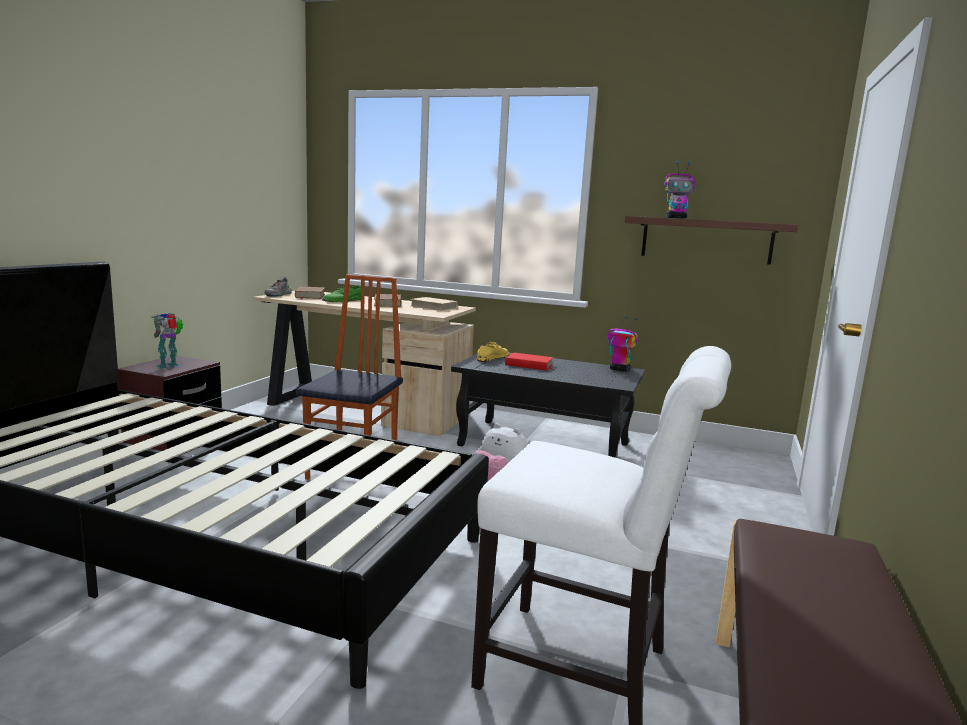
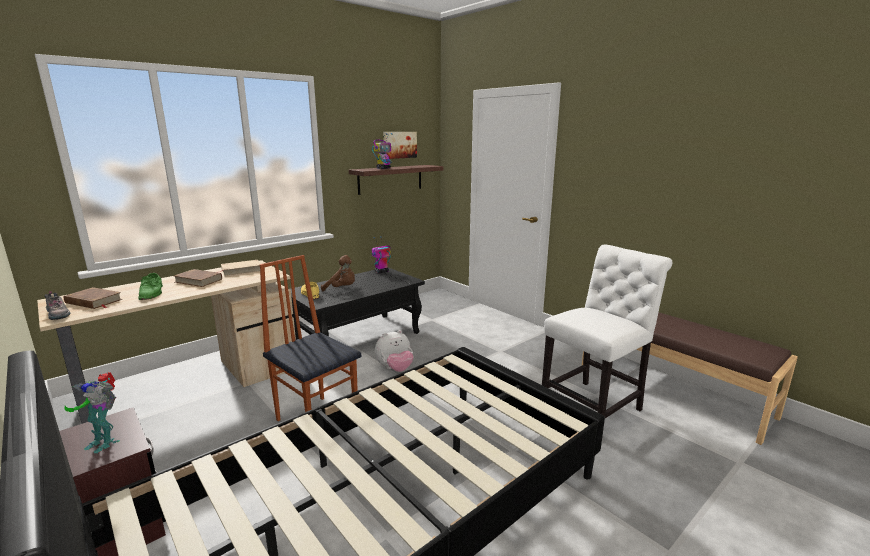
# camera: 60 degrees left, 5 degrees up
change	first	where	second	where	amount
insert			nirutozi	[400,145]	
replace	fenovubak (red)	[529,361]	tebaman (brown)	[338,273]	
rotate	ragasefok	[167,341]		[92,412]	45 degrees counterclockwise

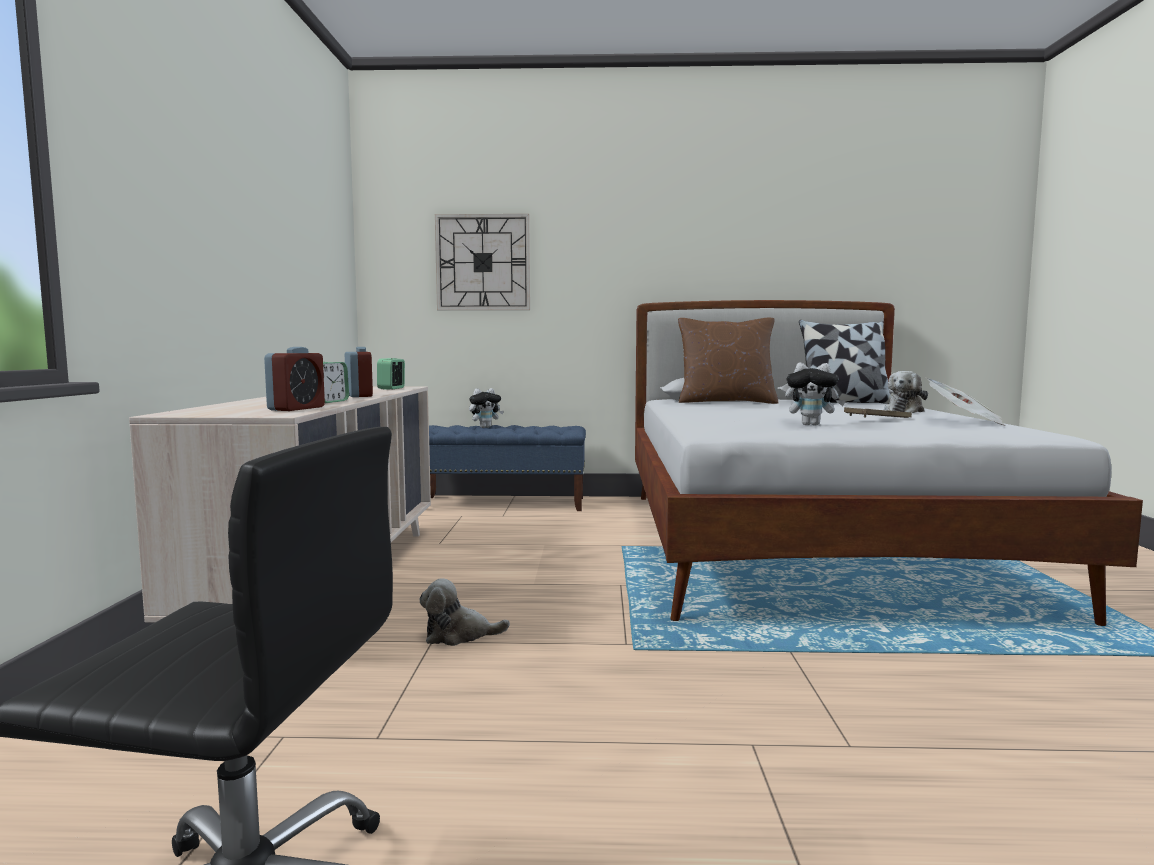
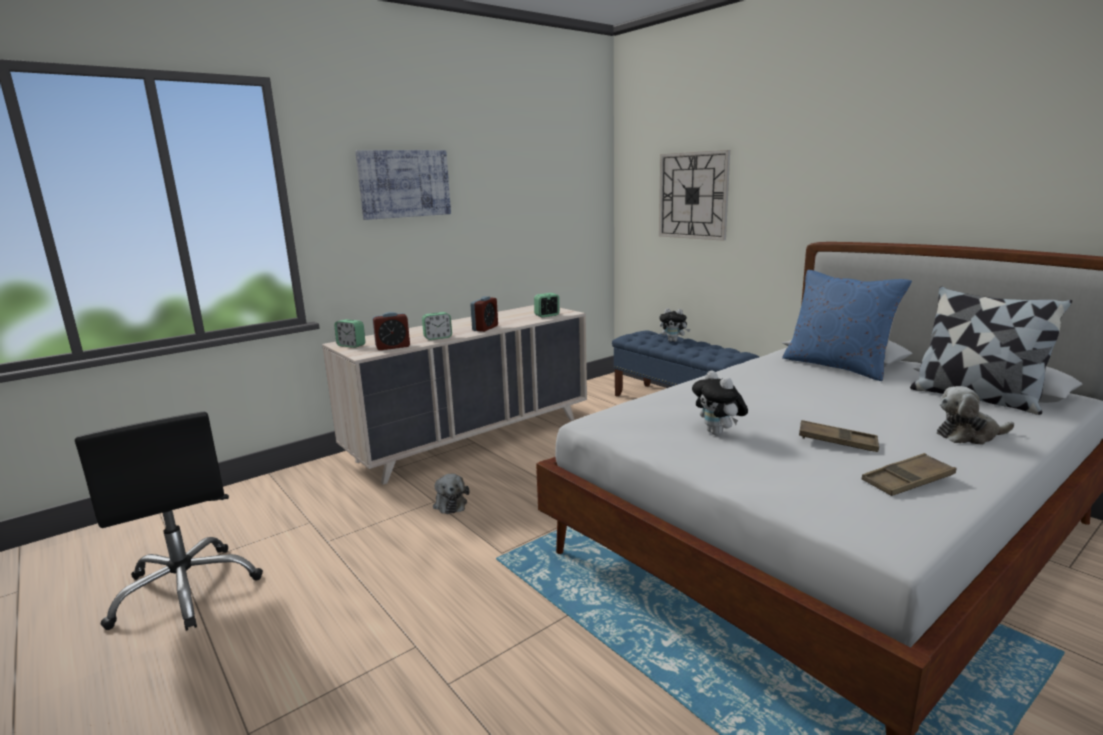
# camera: 50 degrees right, 10 degrees up
change	first	where	second	where	amount
insert			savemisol	[349,333]	
insert			nirutozi	[403,185]	
replace	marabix	[965,402]	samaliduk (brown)	[909,474]	
recolor	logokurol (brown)	[728,361]	logokurol (blue)	[847,325]	
rotate	tebaman	[465,612]		[451,494]	150 degrees counterclockwise

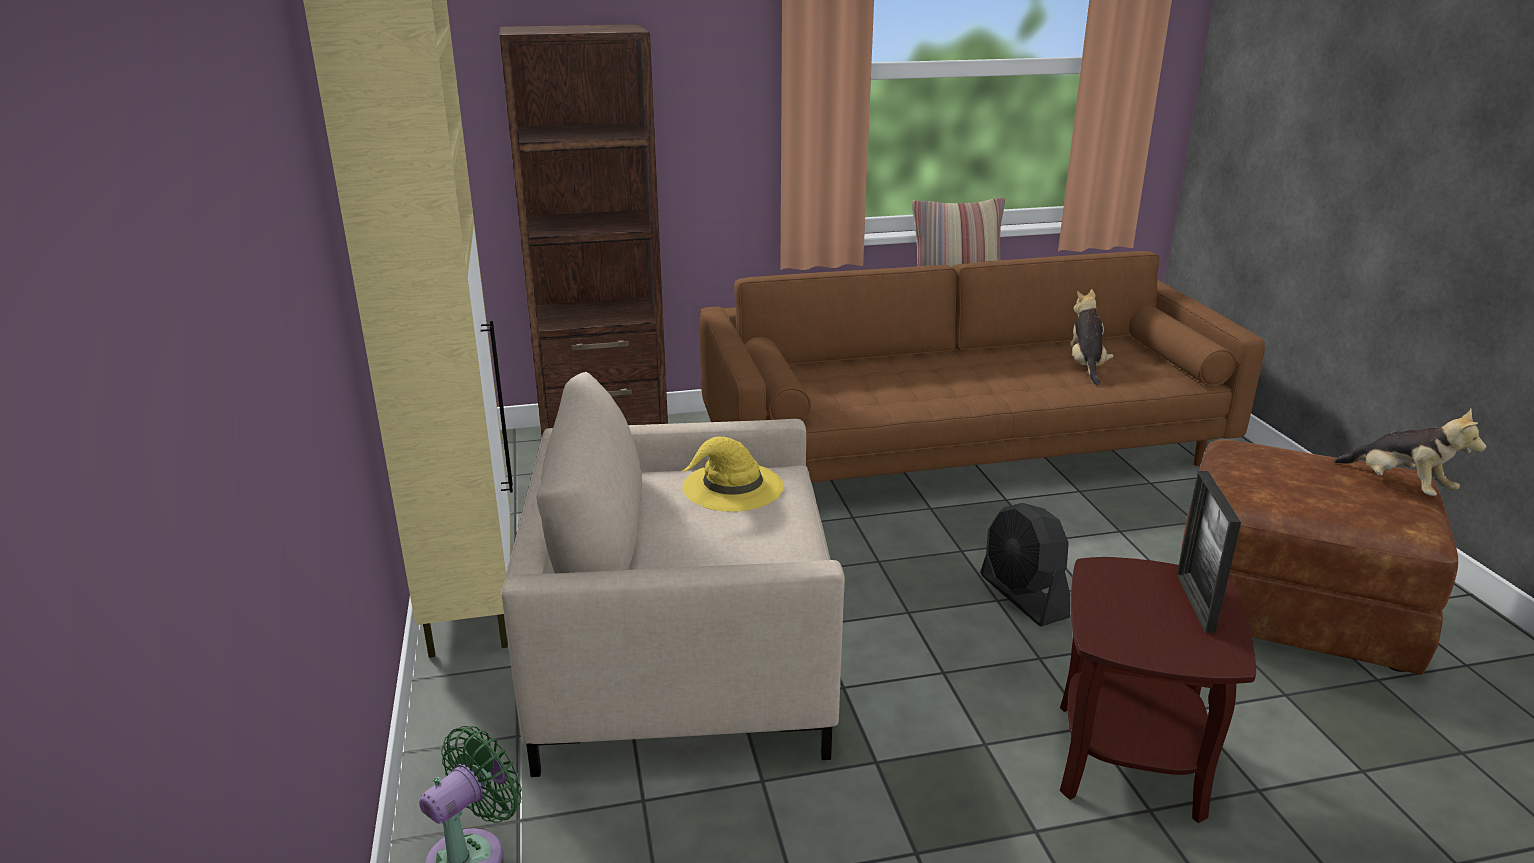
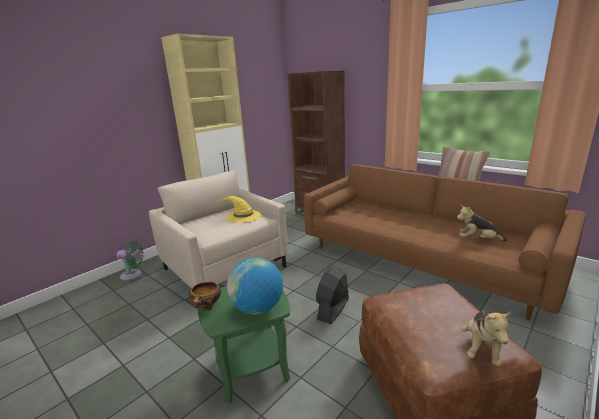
# camera: 55 degrees right, 5 degrees down
change	first	where	second	where	amount
insert			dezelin	[205,296]	
replace	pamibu	[1209,552]	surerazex	[255,286]	
recolor	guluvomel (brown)	[1158,690]	guluvomel (green)	[244,344]	
rotate	tebaman	[1091,337]		[482,223]	135 degrees counterclockwise

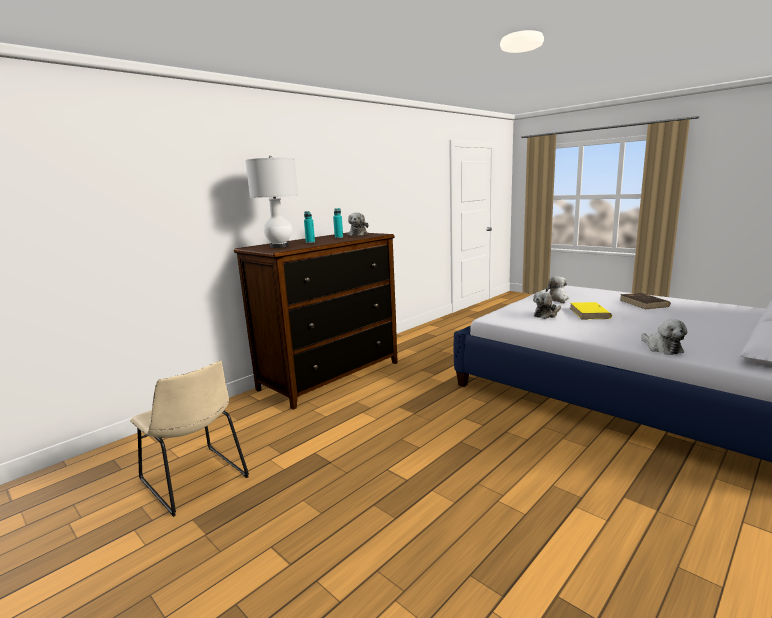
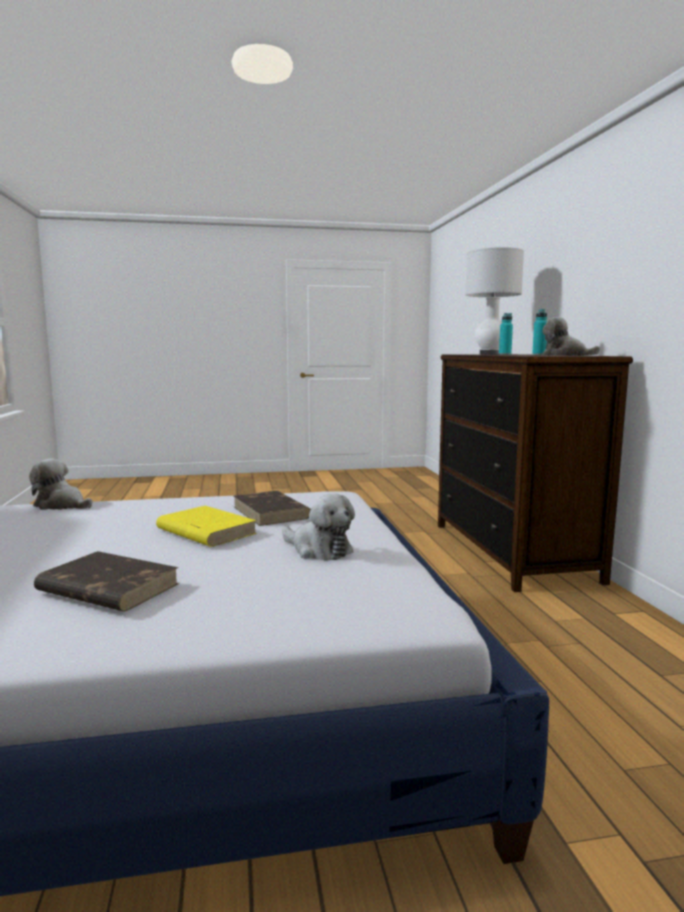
# camera: 125 degrees right, 5 degrees down
change	first	where	second	where	amount
delete	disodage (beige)	[189,438]			
replace	tebaman	[547,305]	fenovubak (brown)	[272,508]	

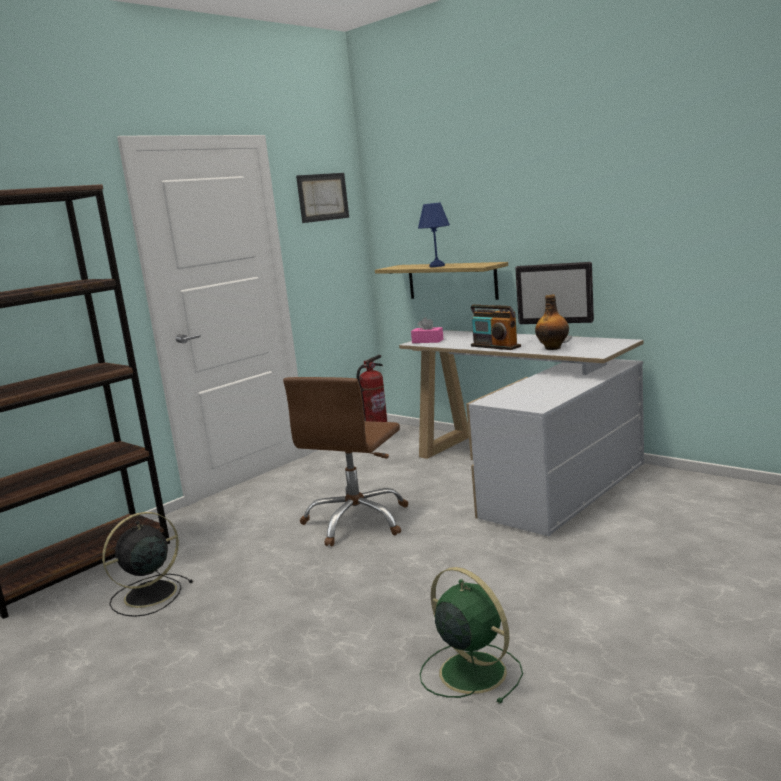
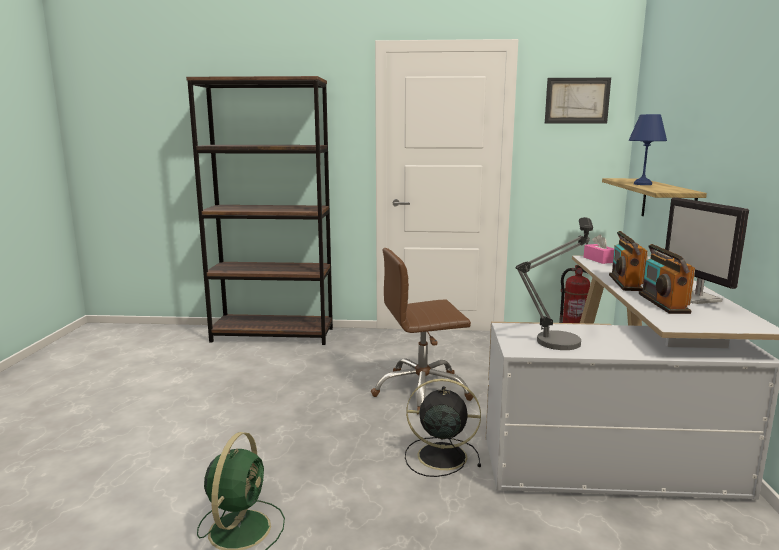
# camera: 50 degrees right, 0 degrees up
change	first	where	second	where	amount
insert			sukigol	[554,283]	
move	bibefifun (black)	[147,564]		[443,427]	
replace	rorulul	[552,322]	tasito	[667,279]	

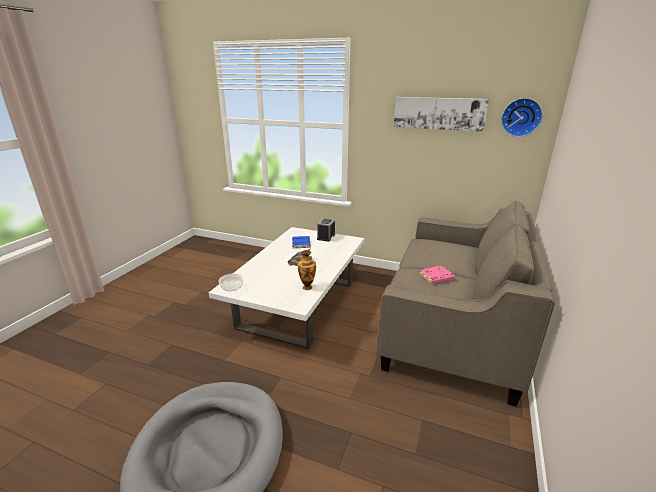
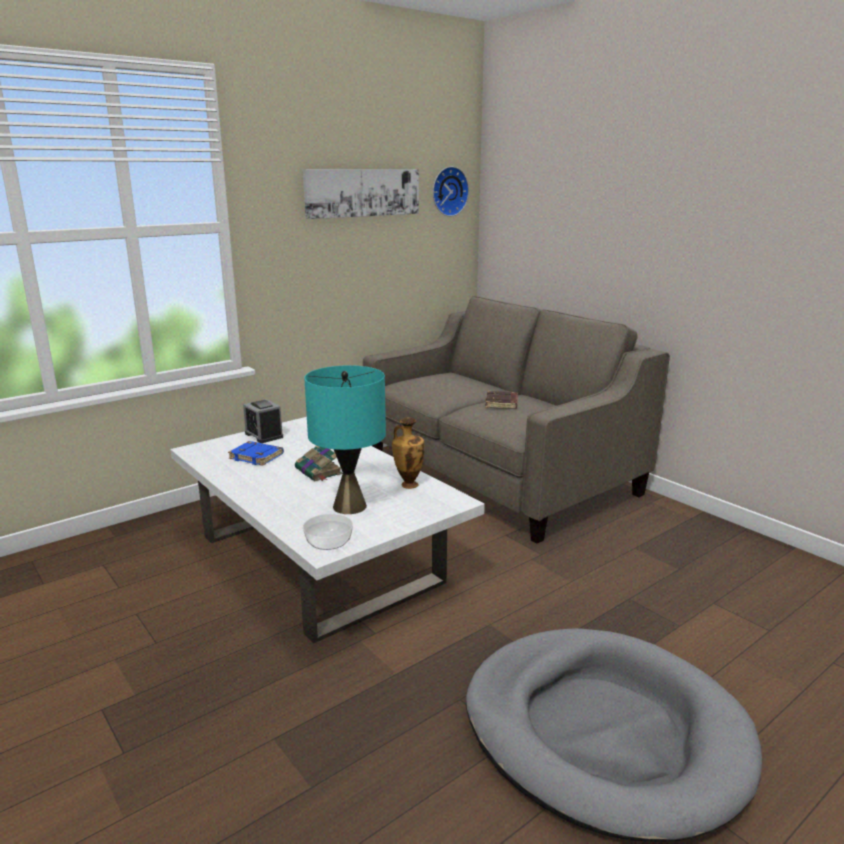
# camera: 60 degrees left, 5 degrees down
change	first	where	second	where	amount
insert			sukigol (turquoise)	[345,439]	
recolor	fenovubak (pink)	[437,275]	fenovubak (brown)	[501,400]	

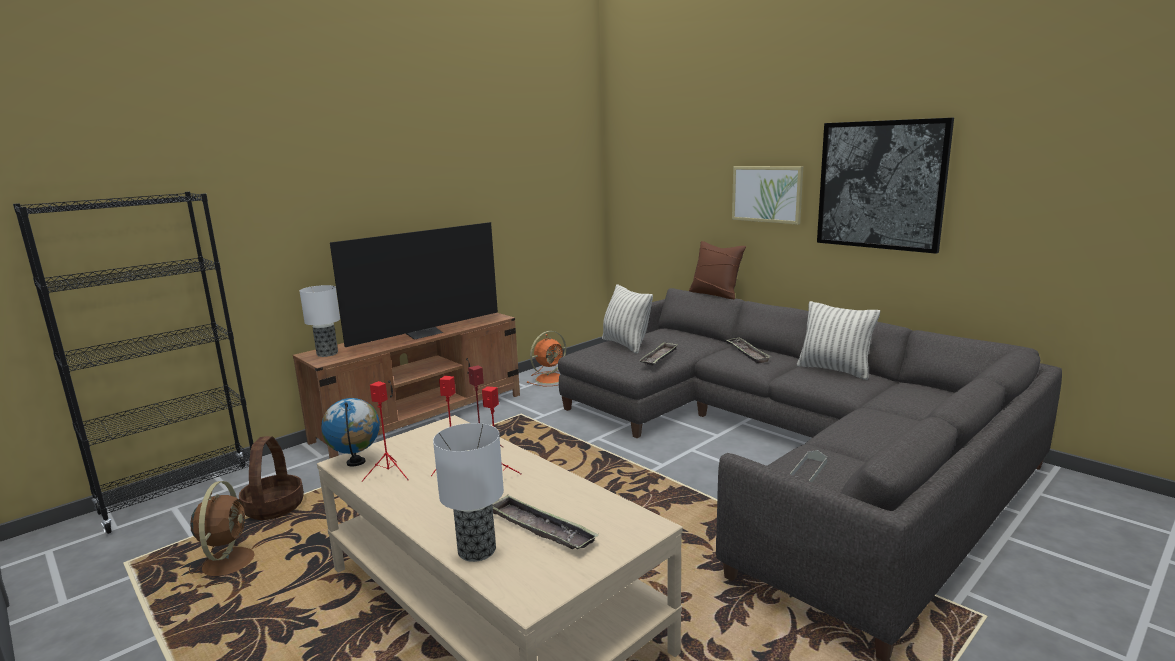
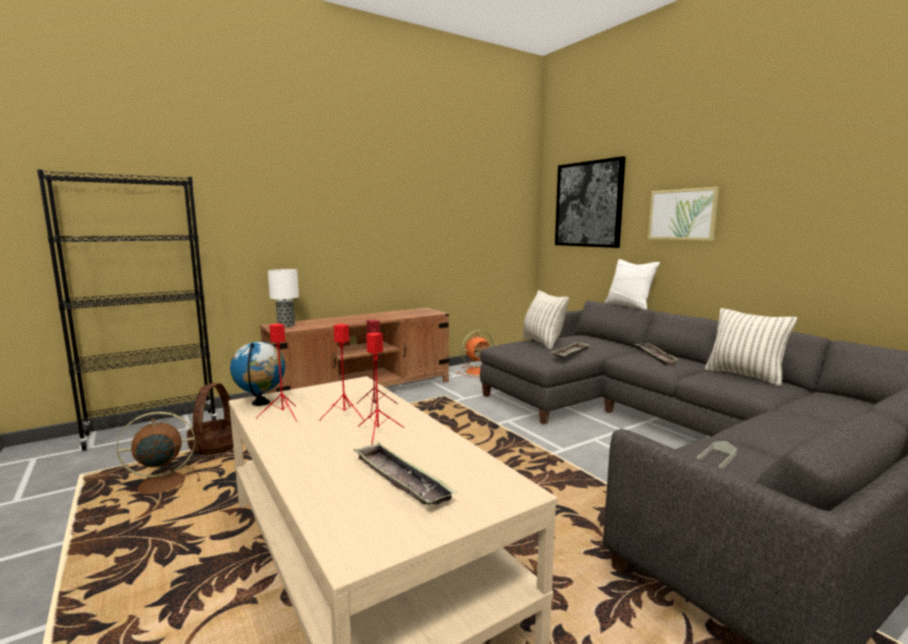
# camera: 10 degrees right, 5 degrees down
change	first	where	second	where	amount
delete	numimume	[414,284]			
delete	sukigol	[468,492]			
move	nirutozi	[885,186]		[590,202]	
recolor	logokurol (brown)	[717,270]	logokurol (white)	[632,284]	
rotate	bibefifun (brown)	[222,534]		[158,455]	120 degrees counterclockwise

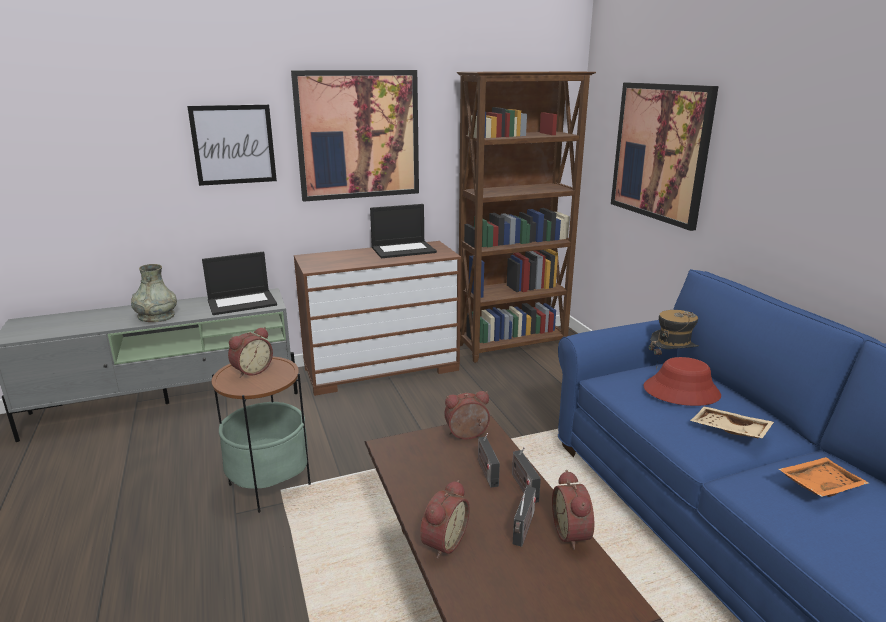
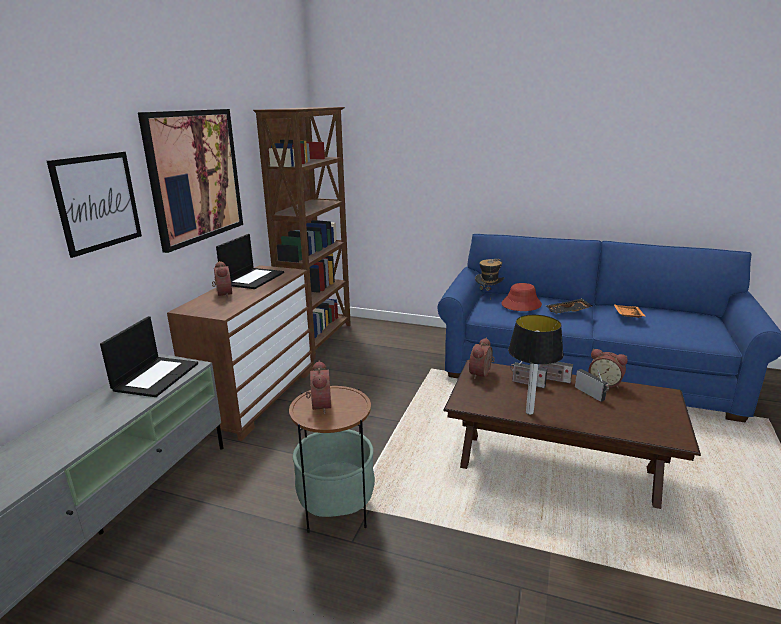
# camera: 50 degrees left, 0 degrees up
change	first	where	second	where	amount
delete	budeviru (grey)	[154,293]			
delete	nirutozi	[665,156]			
insert			sukigol	[536,365]	
move	savemisol	[445,519]		[222,279]	
recolor	samaliduk (beige)	[732,422]	samaliduk (black)	[569,306]	

